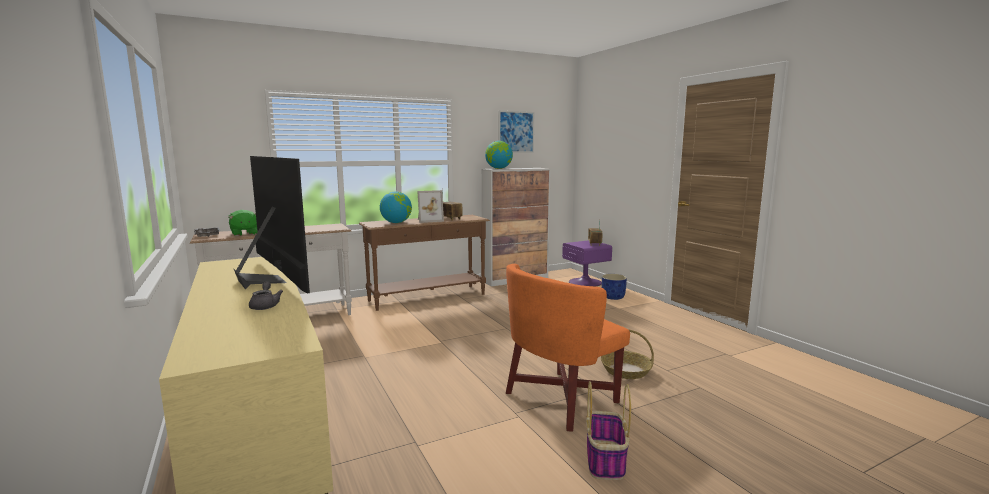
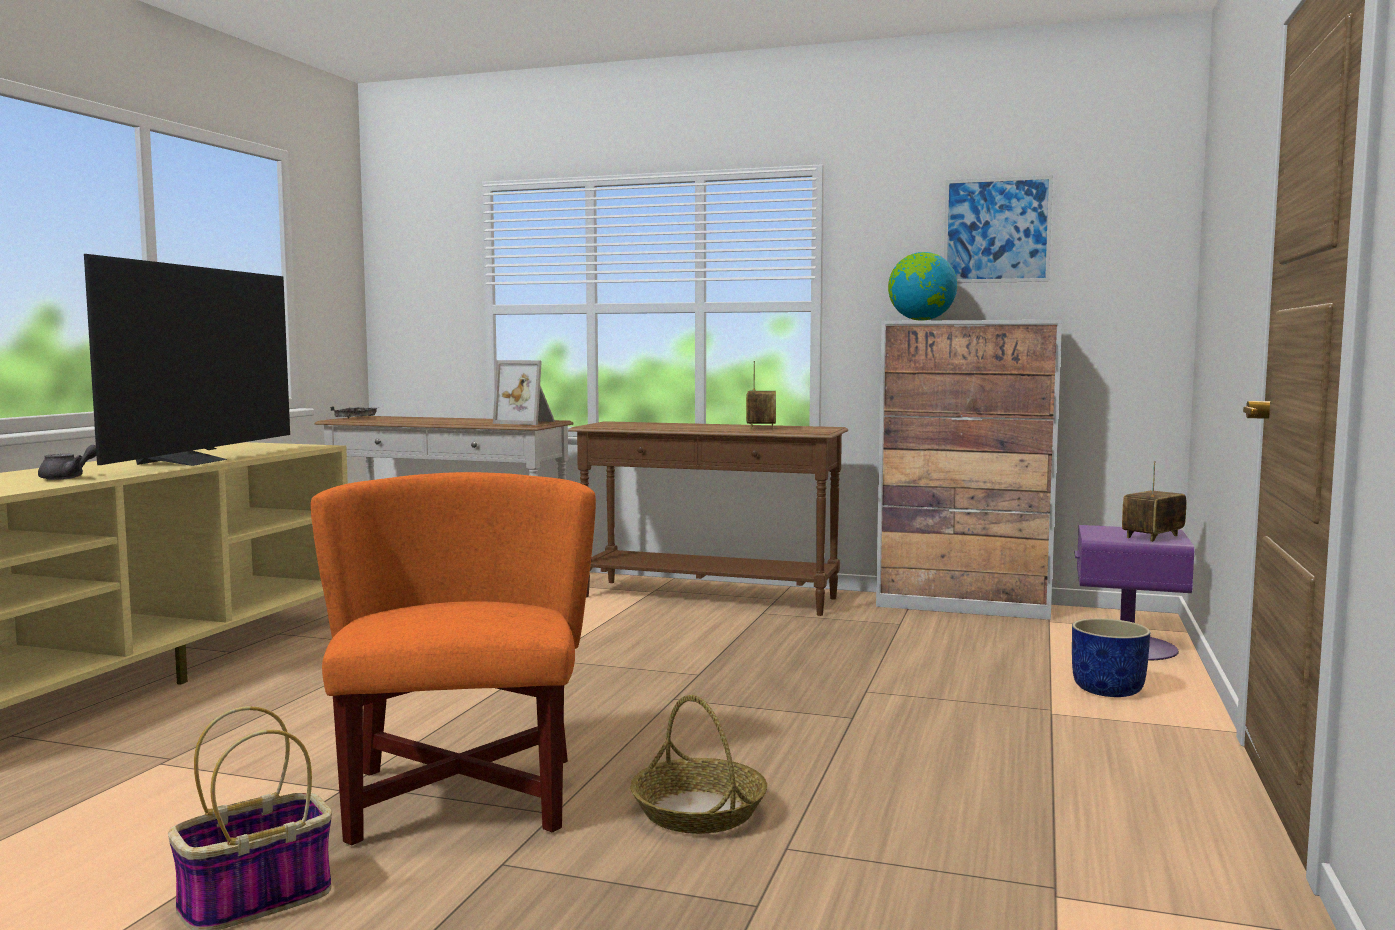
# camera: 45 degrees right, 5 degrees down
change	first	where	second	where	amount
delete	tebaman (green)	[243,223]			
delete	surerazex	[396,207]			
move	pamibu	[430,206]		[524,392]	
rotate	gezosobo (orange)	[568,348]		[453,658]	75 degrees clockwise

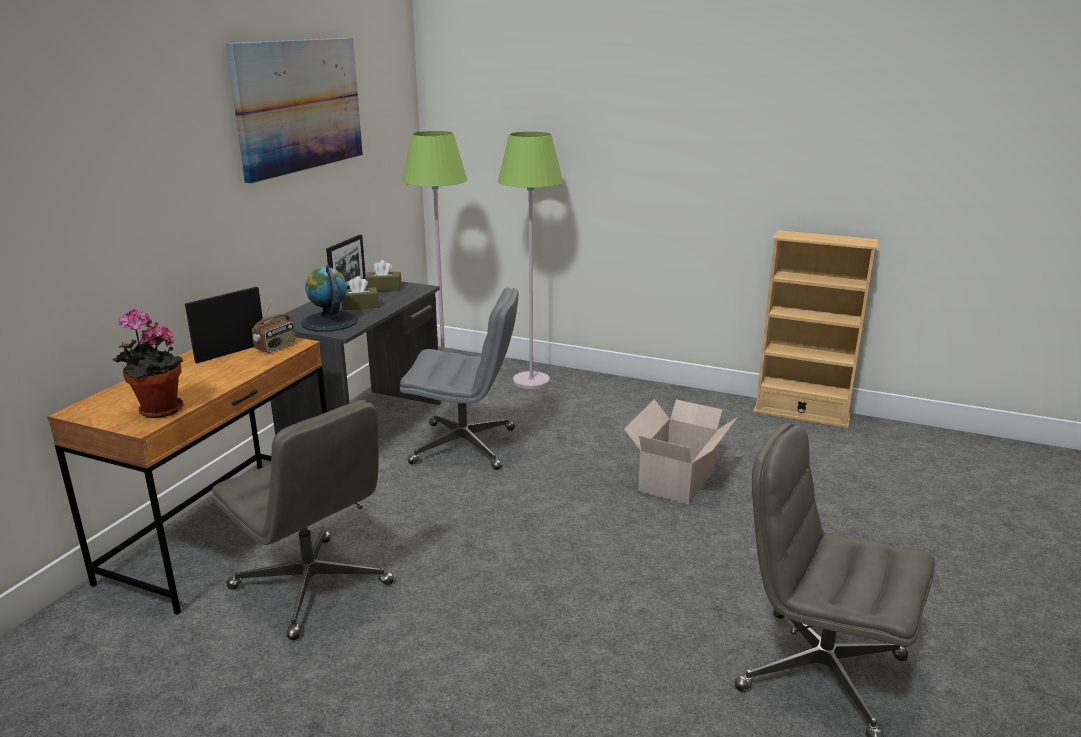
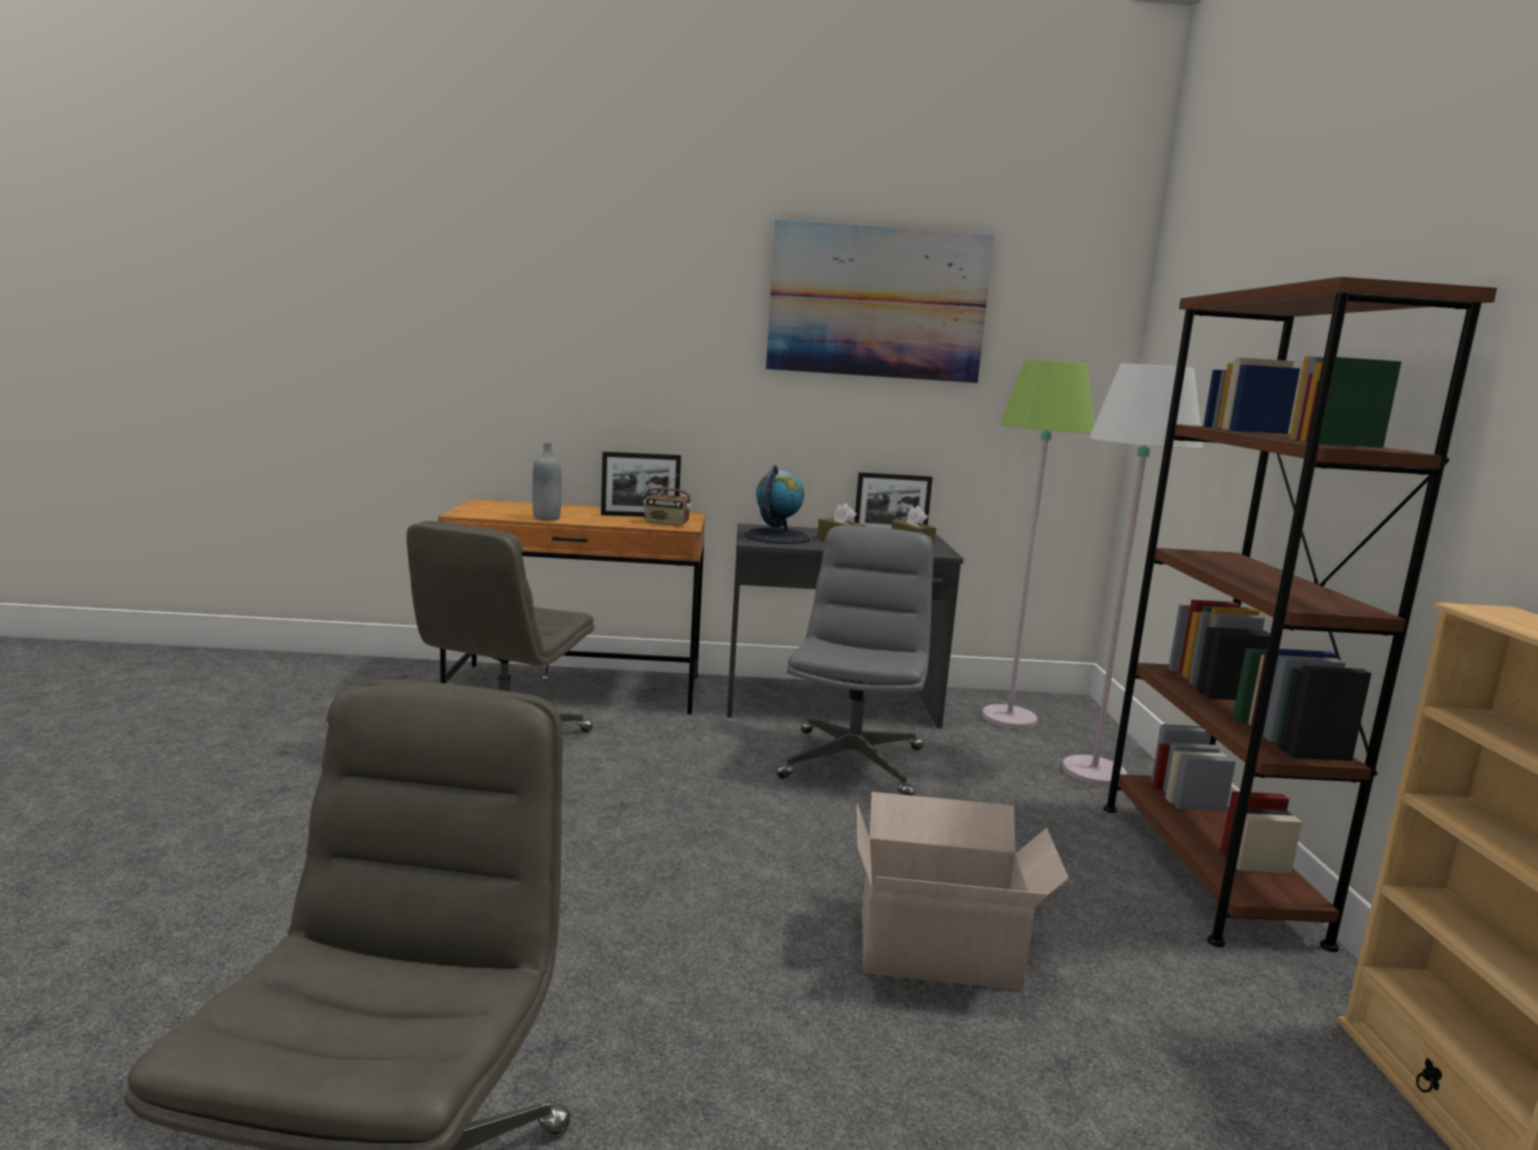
# camera: 65 degrees right, 10 degrees down
change	first	where	second	where	amount
delete	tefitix	[148,363]			
insert			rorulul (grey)	[547,481]	
insert			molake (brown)	[1300,614]	
recolor	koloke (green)	[530,260]	koloke (white)	[1132,575]	
rotate	pamibu	[224,325]		[641,484]	150 degrees clockwise
rotate	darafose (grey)	[459,378]		[855,660]	150 degrees counterclockwise

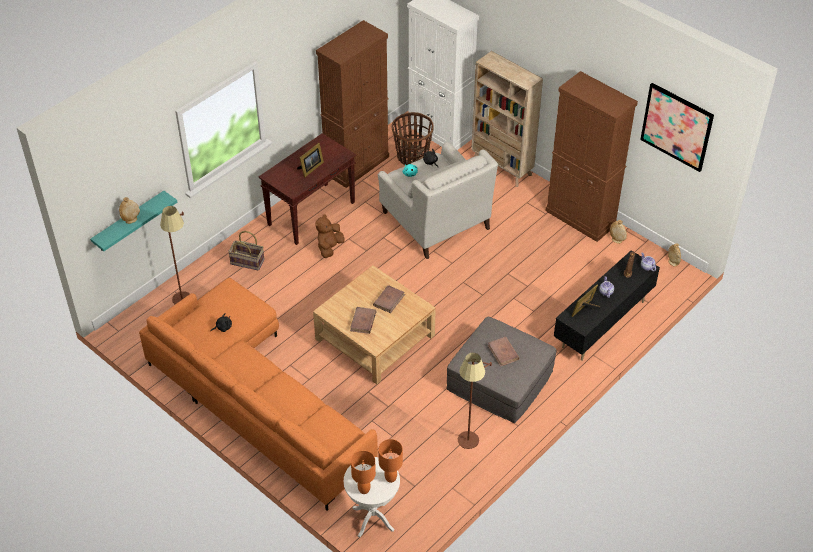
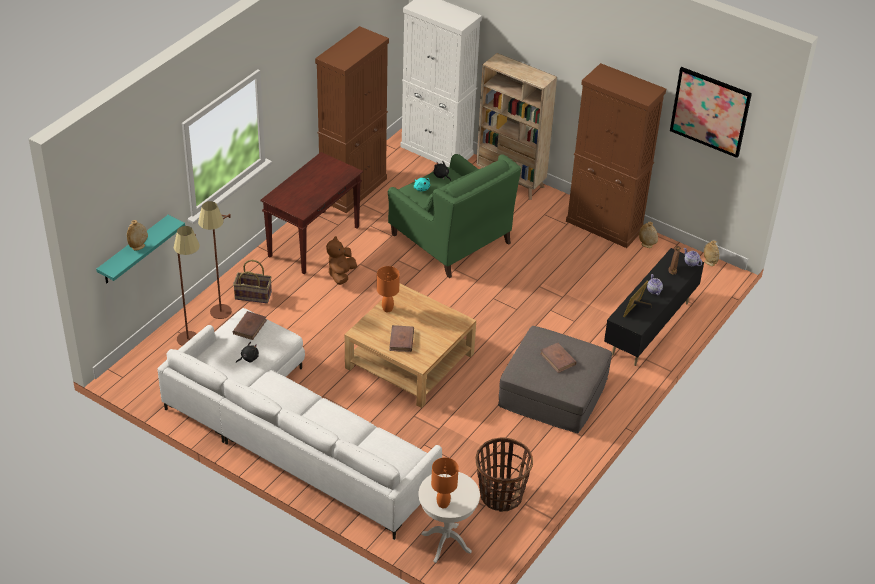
# camera: 10 degrees left, 5 degrees down
change	first	where	second	where	amount
delete	pamibu	[310,160]			
move	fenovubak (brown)	[389,299]		[250,325]	
move	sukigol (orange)	[390,461]		[388,289]	
move	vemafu	[413,138]		[504,475]	
move	koloke (brown)	[475,401]		[215,260]	
recolor	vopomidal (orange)	[258,394]	vopomidal (white)	[300,424]	
recolor	gezosobo (white)	[438,200]	gezosobo (green)	[454,216]	

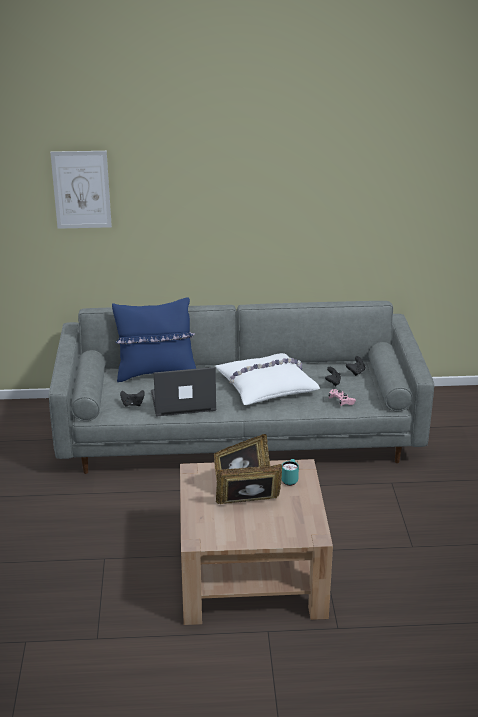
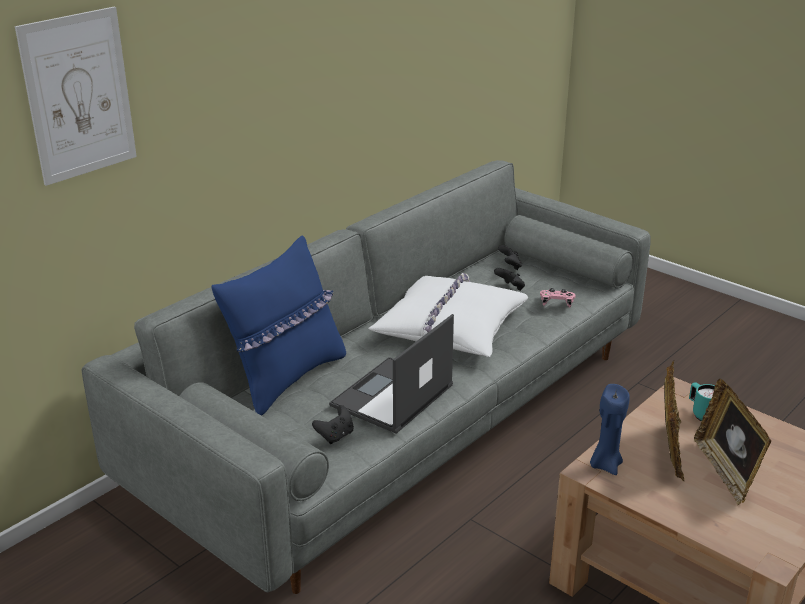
# camera: 45 degrees left, 0 degrees up
change	first	where	second	where	amount
insert			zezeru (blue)	[610,429]	
rotate	pamibu	[249,484]		[732,442]	45 degrees counterclockwise

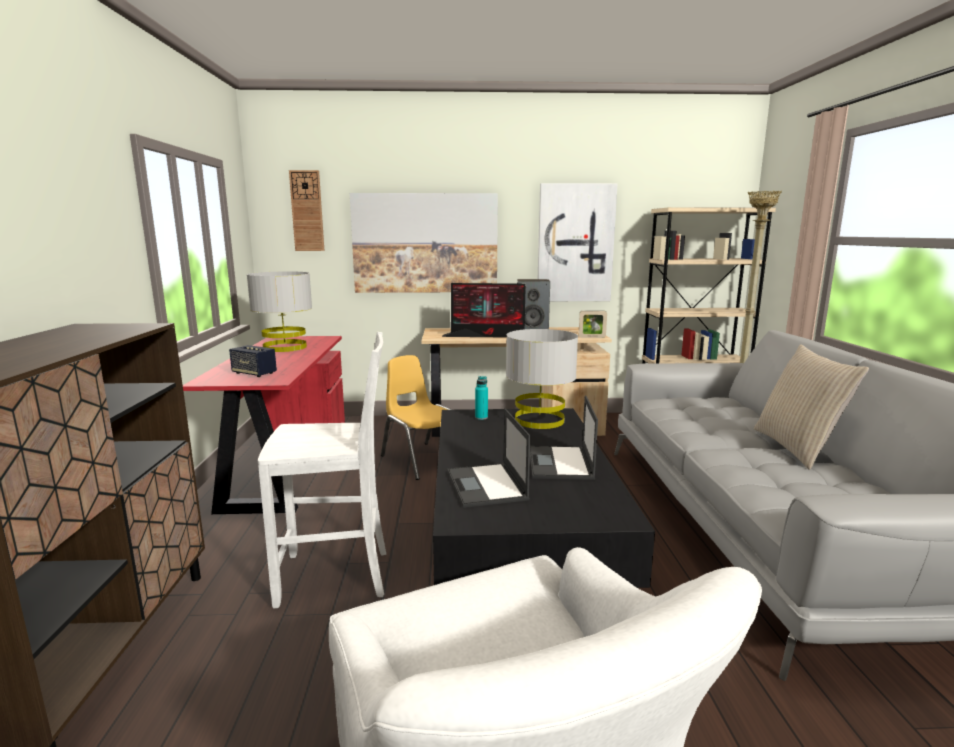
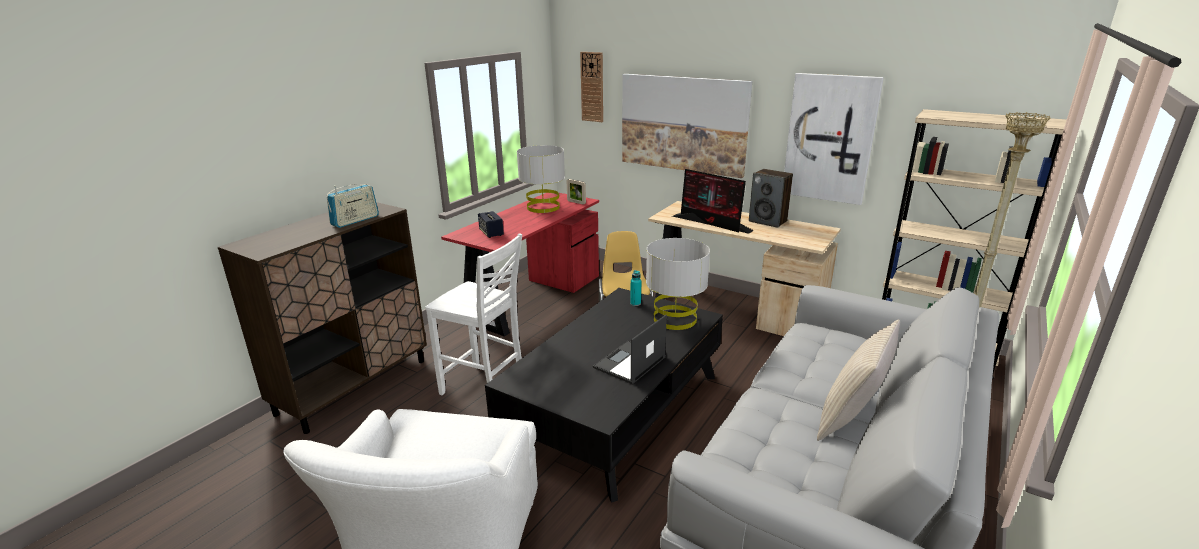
# camera: 35 degrees right, 10 degrees up
change	first	where	second	where	amount
delete	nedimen	[488,458]			
insert			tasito	[353,206]	
move	pamibu	[593,324]		[576,192]	

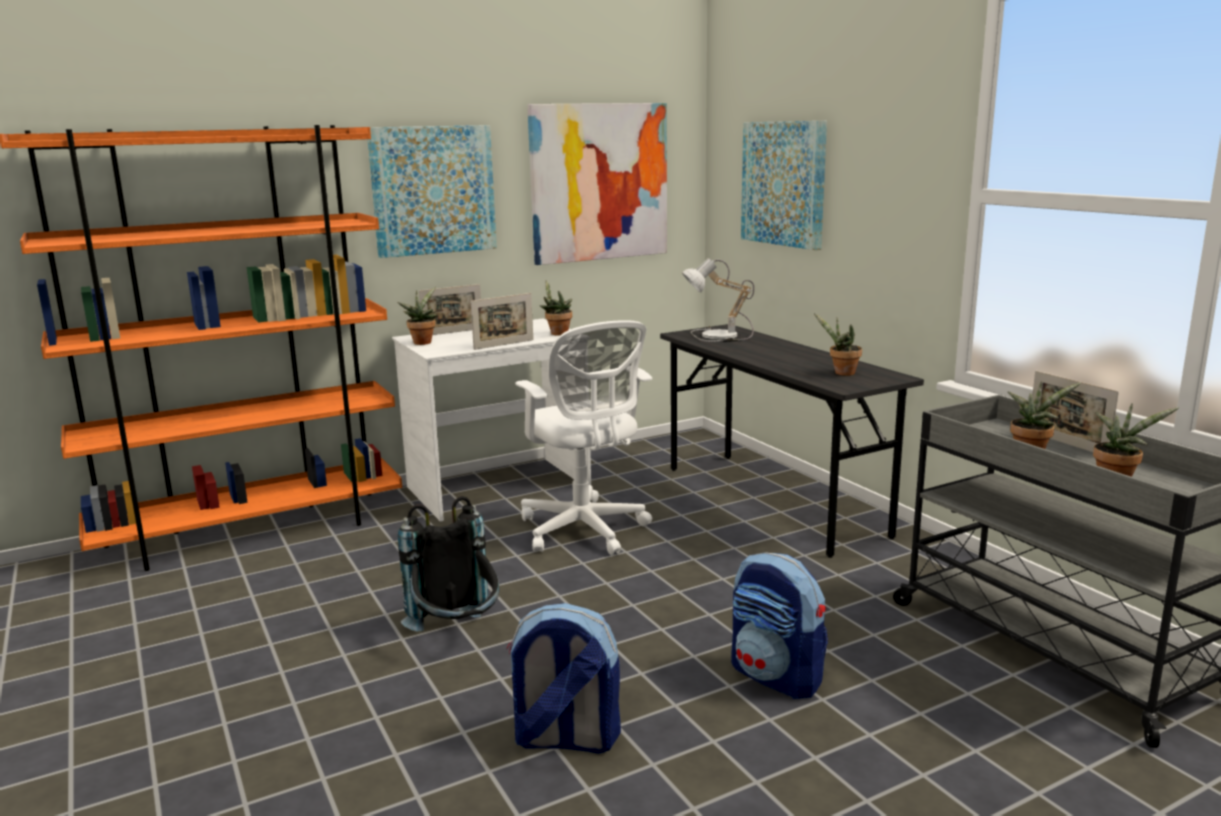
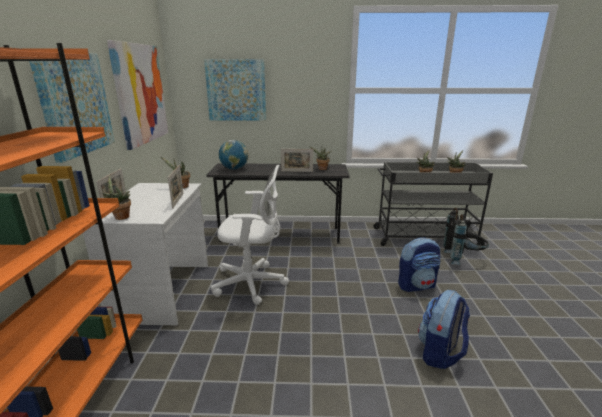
# camera: 60 degrees left, 5 degrees up
change	first	where	second	where	amount
move	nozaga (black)	[448,564]		[466,236]	
move	pamibu	[1075,411]		[297,160]	
replace	sukigol	[718,300]	surerazex	[234,155]	

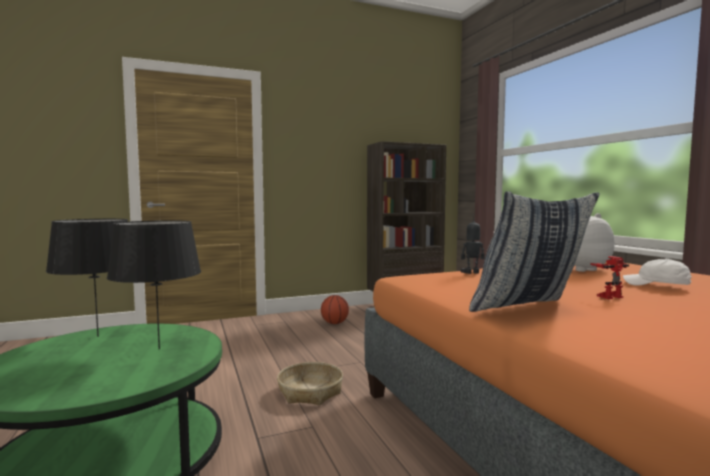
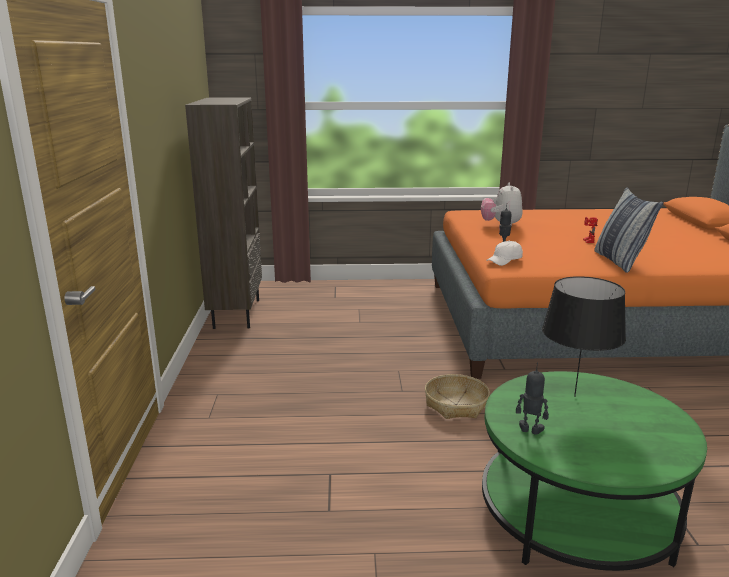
# camera: 70 degrees left, 15 degrees up
change	first	where	second	where	amount
delete	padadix	[335,309]			
move	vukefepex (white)	[657,272]		[504,253]	
replace	sukigol (black)	[87,278]	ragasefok	[532,398]	

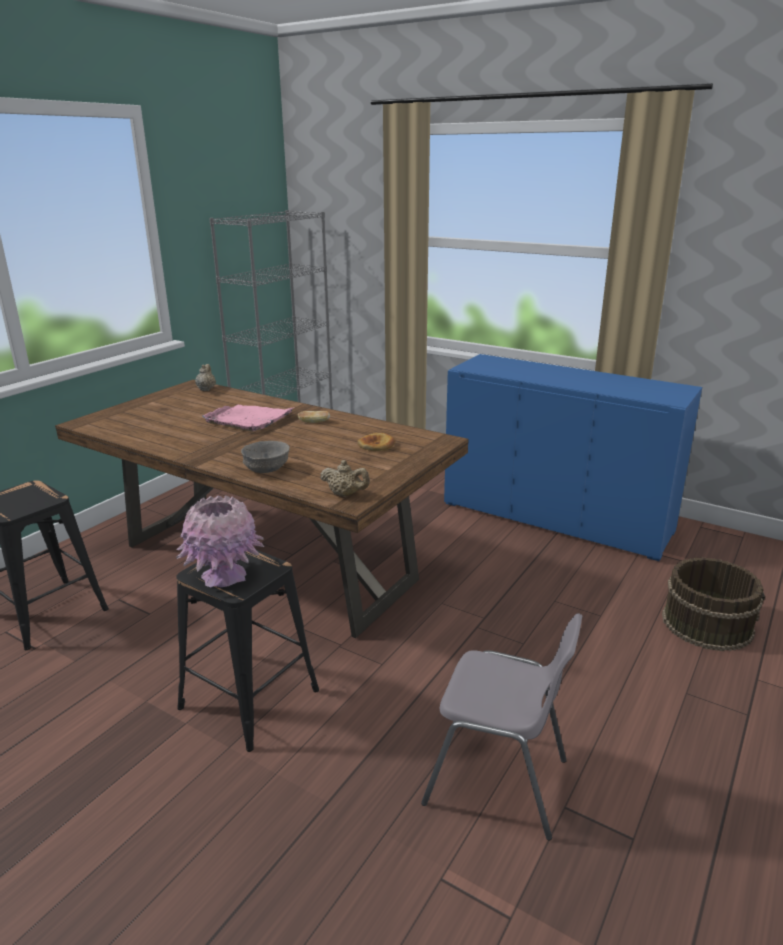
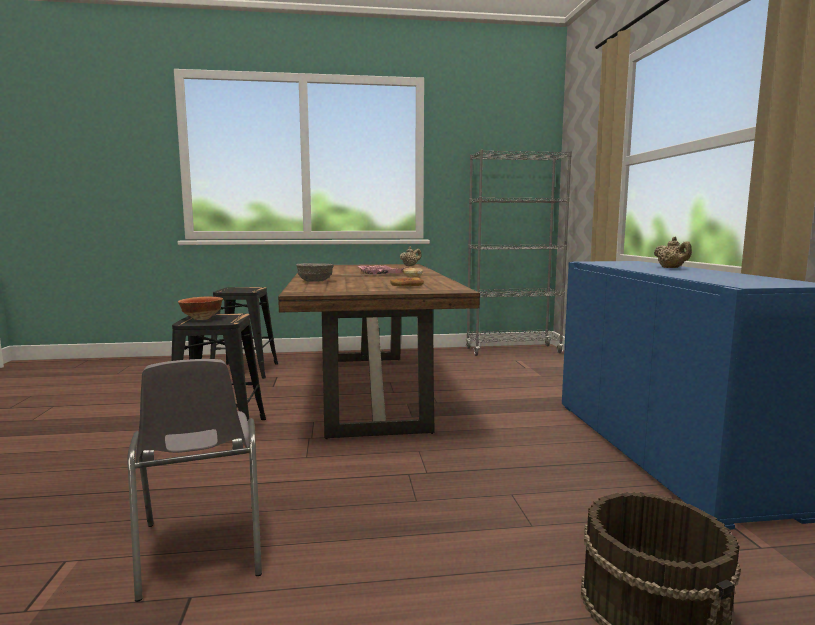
# camera: 50 degrees right, 15 degrees down
change	first	where	second	where	amount
move	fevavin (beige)	[345,478]		[673,252]	
replace	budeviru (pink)	[220,541]	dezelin	[200,308]	

